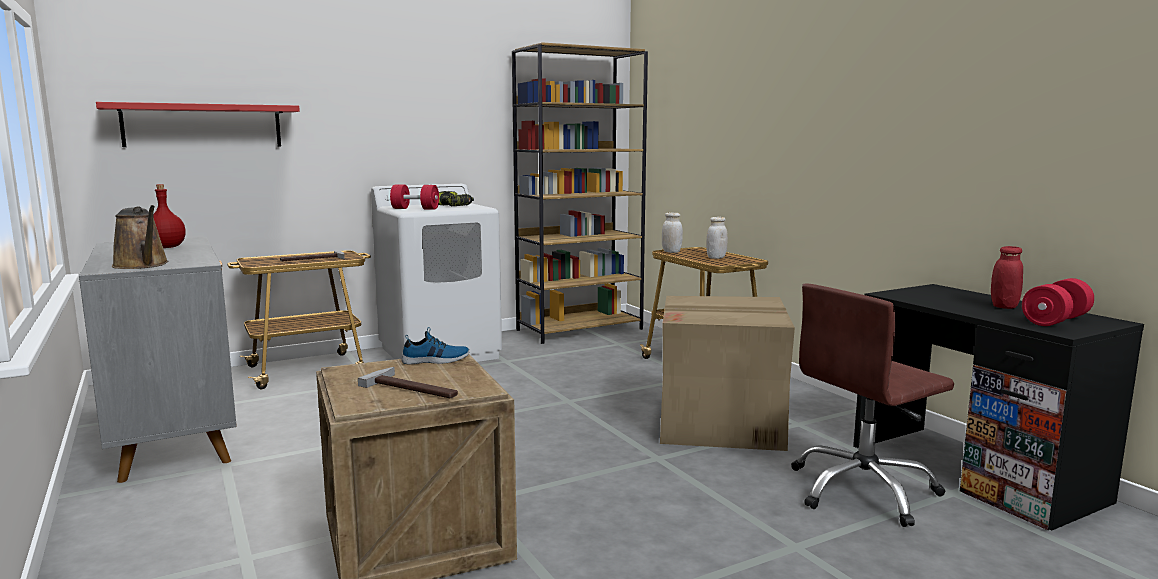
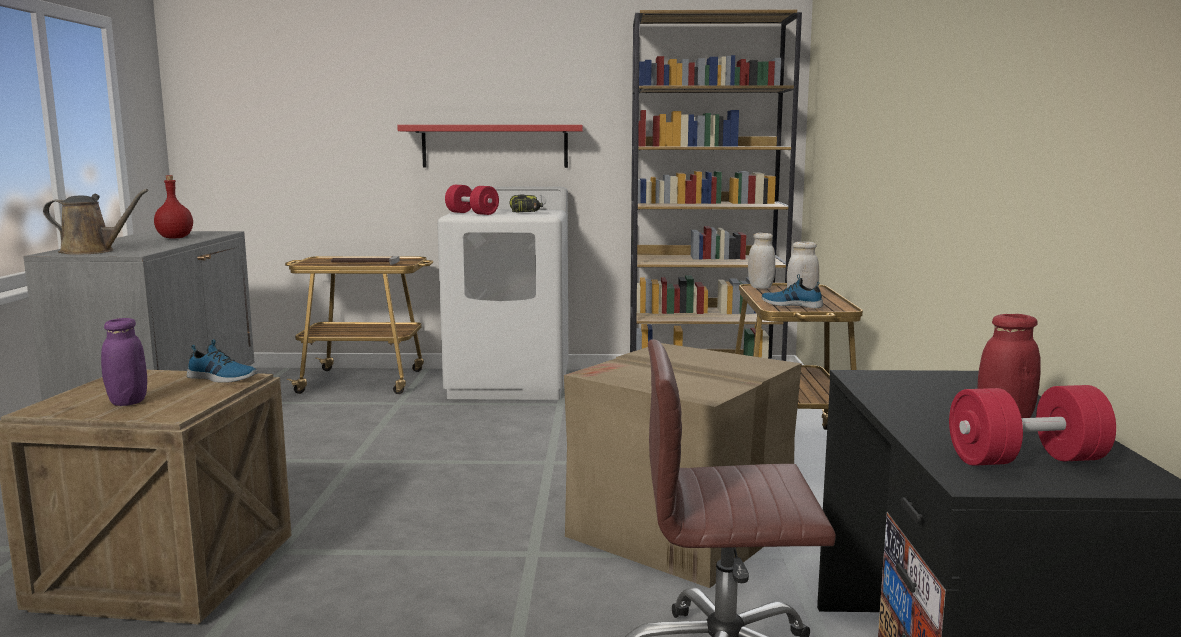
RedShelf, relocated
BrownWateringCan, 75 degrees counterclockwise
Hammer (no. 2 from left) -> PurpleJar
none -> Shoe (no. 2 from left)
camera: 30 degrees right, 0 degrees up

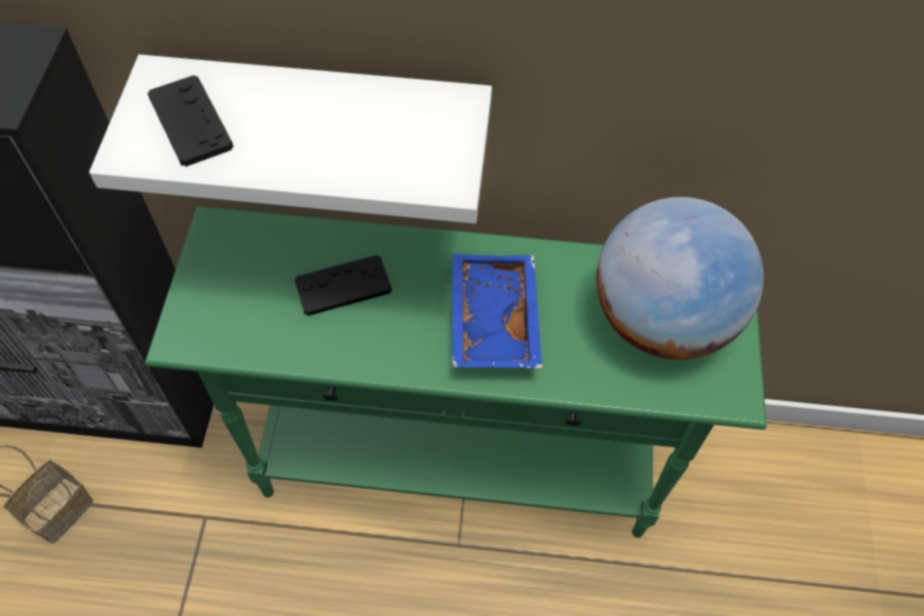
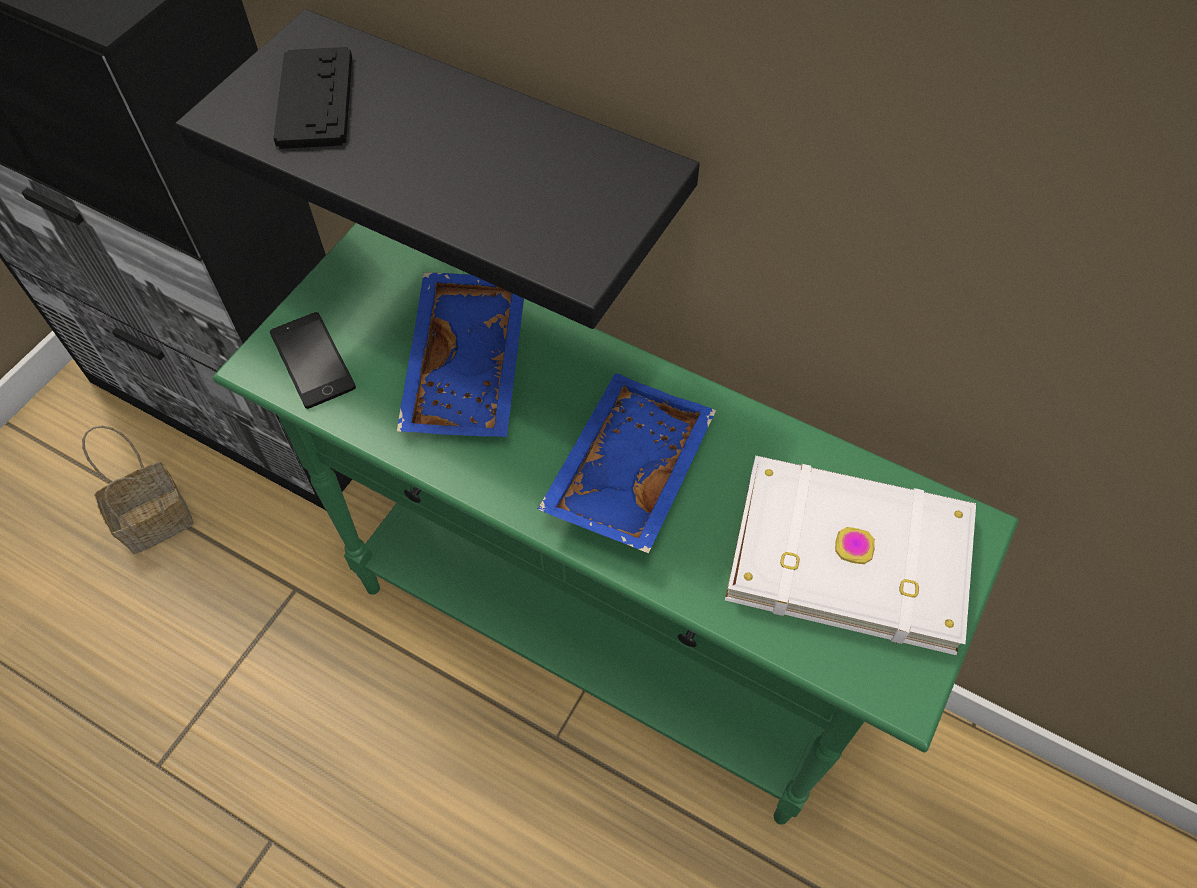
WhiteShelf -> BlackShelf
BlackGameController (no. 2 from left) -> BlueTray (no. 1 from left)
Globe -> WhiteBook
none -> Phone
camera: 25 degrees right, 0 degrees up

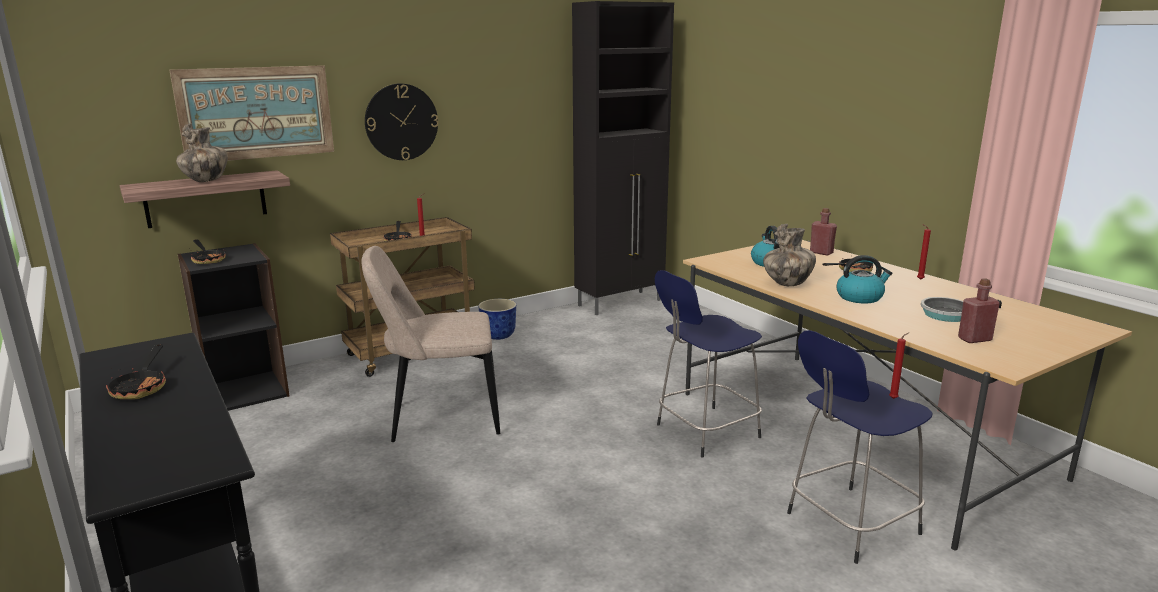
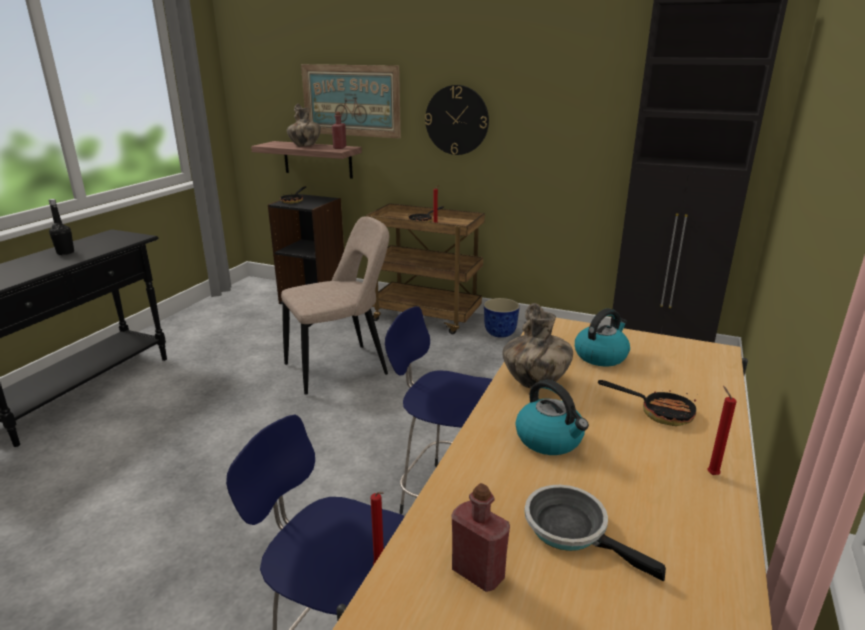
FryingPan (no. 1 from left) -> BlackBottle
BeigeChair, 105 degrees clockwise
RedBottle (no. 1 from left), relocated
camera: 55 degrees right, 5 degrees up

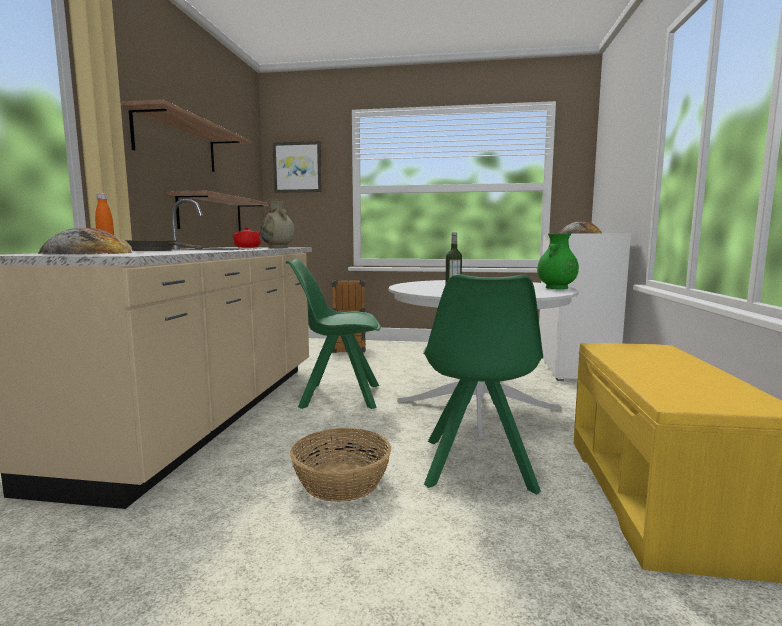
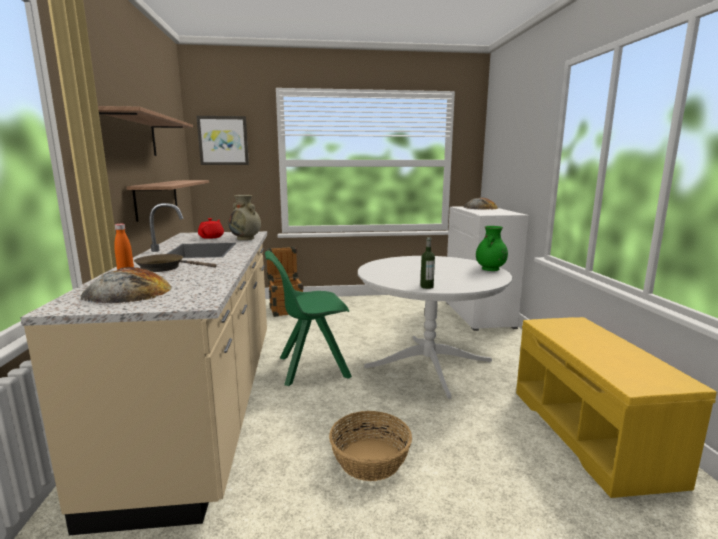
GreenChair (no. 2 from left) -> none
camera: 15 degrees left, 5 degrees up

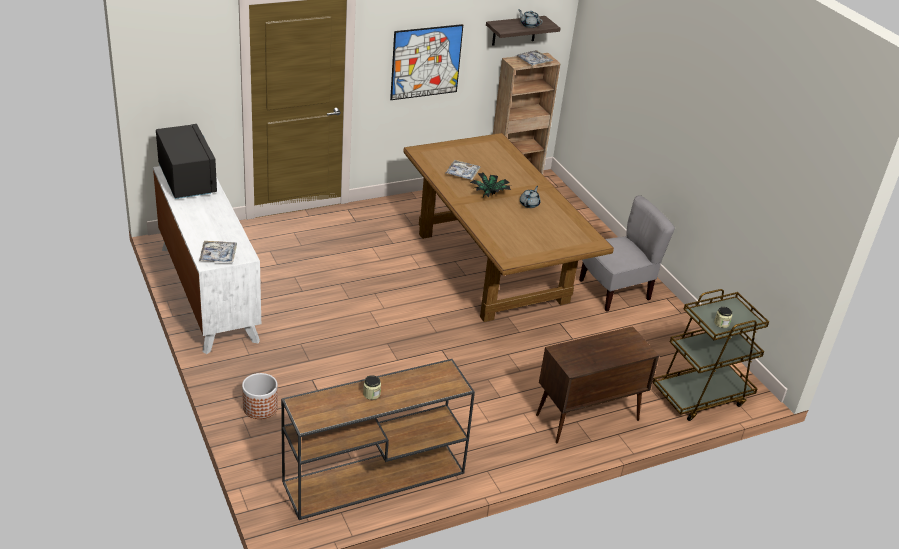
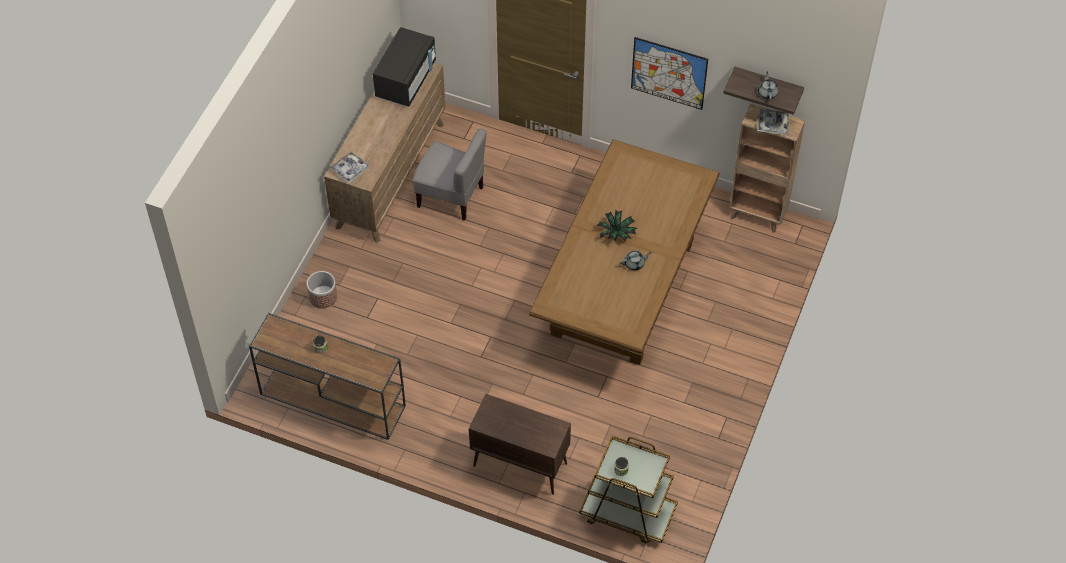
WhiteDresser -> BrownDresser
Tray (no. 2 from left) -> none
GreyChair, relocated
camera: 50 degrees right, 20 degrees up

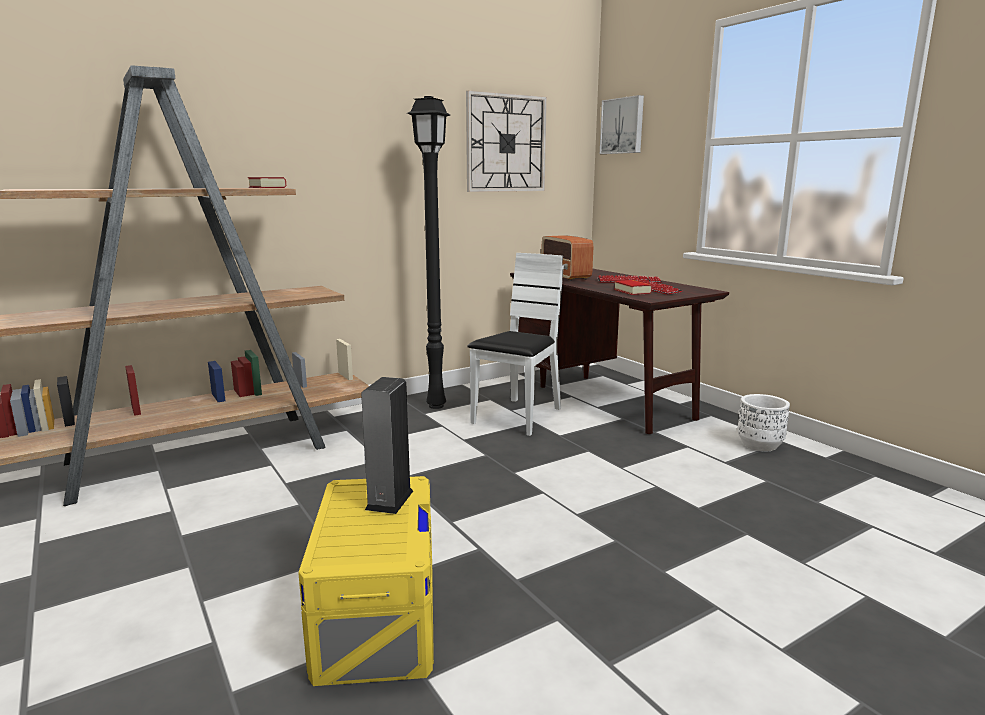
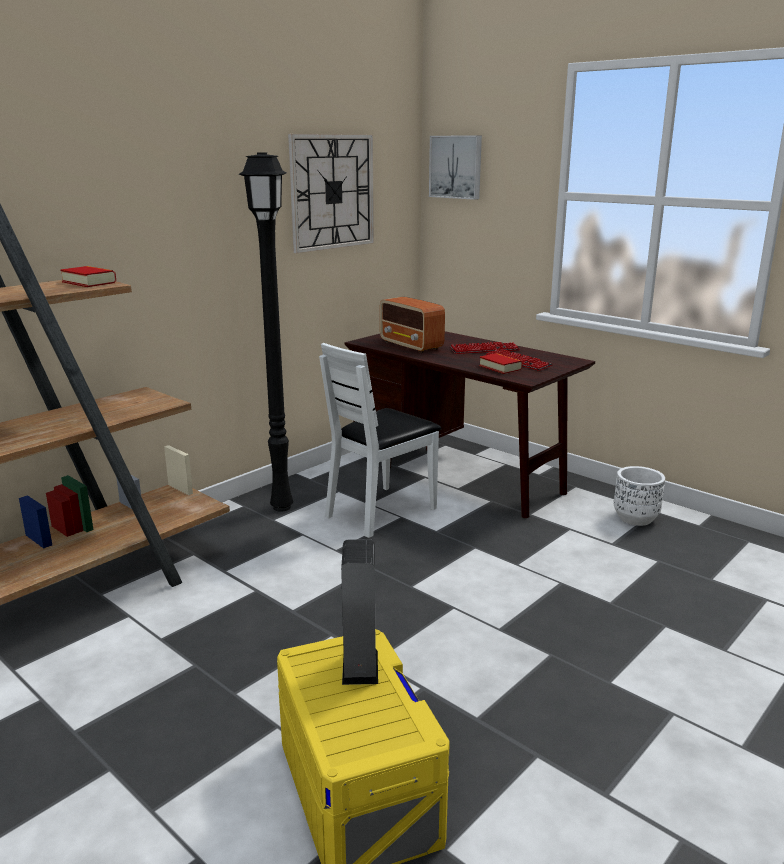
WhiteChair, 150 degrees counterclockwise
camera: 15 degrees left, 5 degrees up

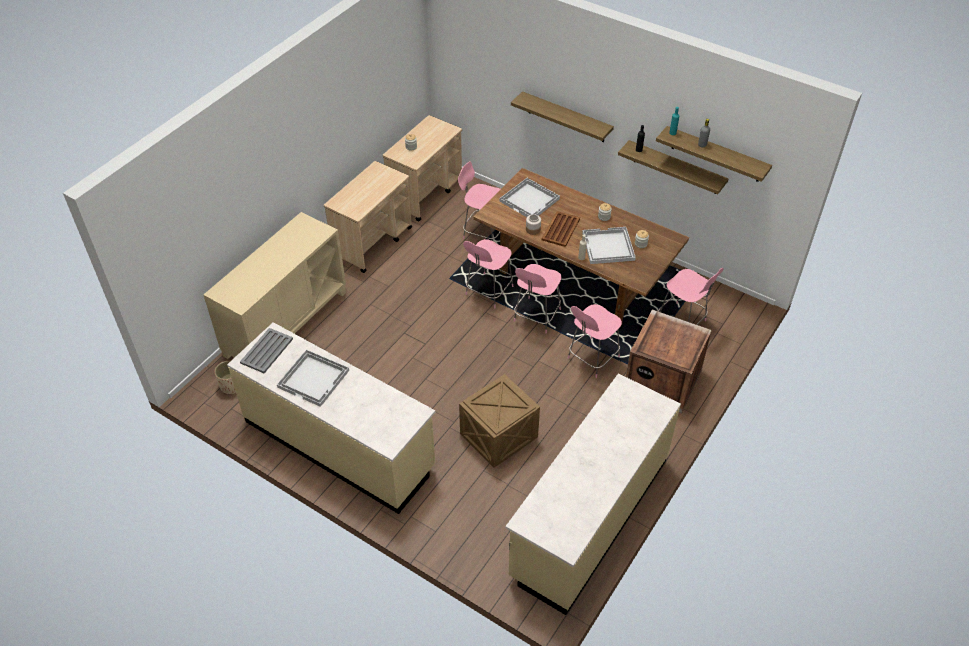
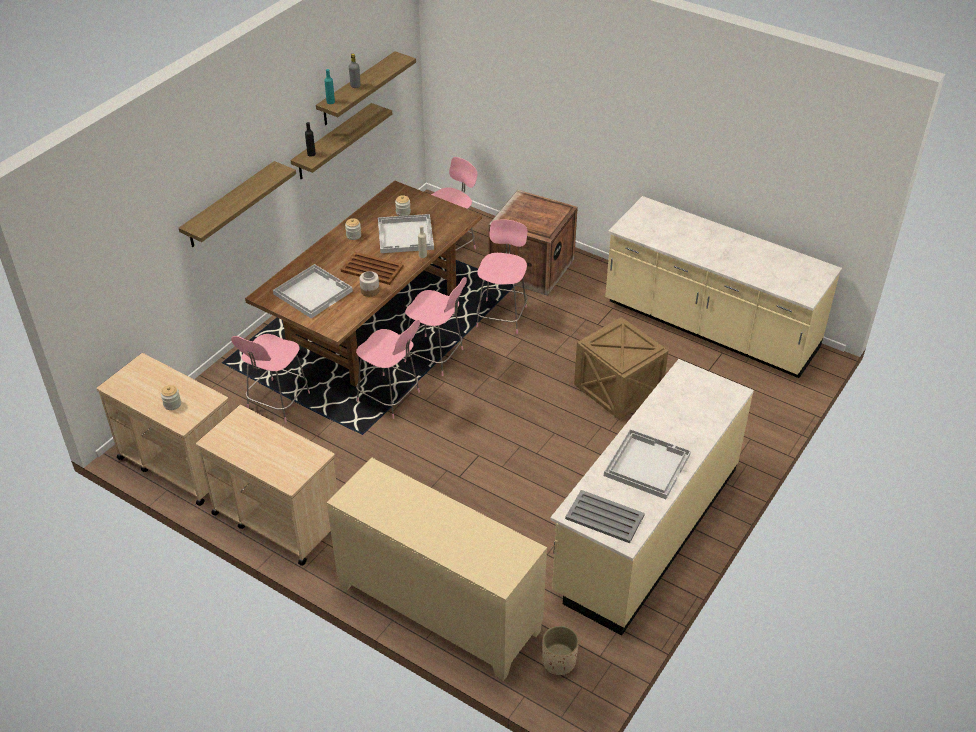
PinkChair (no. 4 from left in the first image) -> PinkChair (no. 5 from left), 120 degrees counterclockwise
camera: 90 degrees left, 5 degrees down

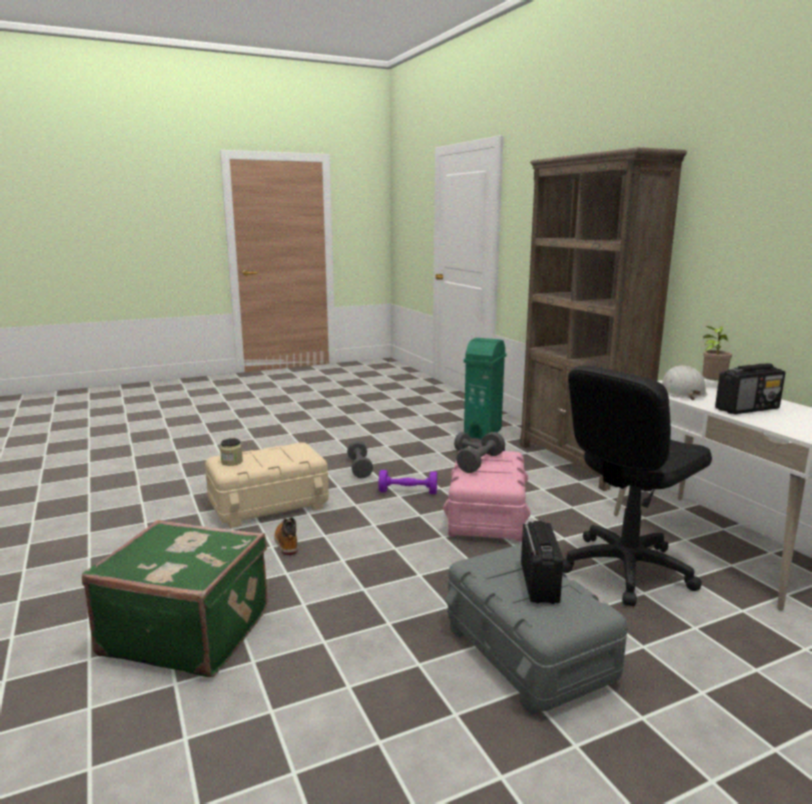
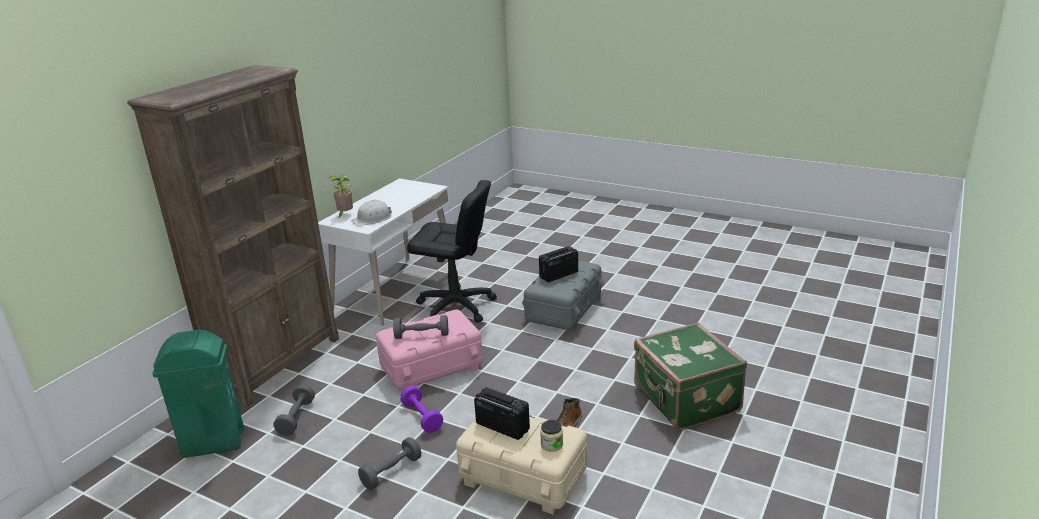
Radio (no. 2 from left in the first image) -> Radio (no. 1 from left), relocated
camera: 125 degrees left, 10 degrees up

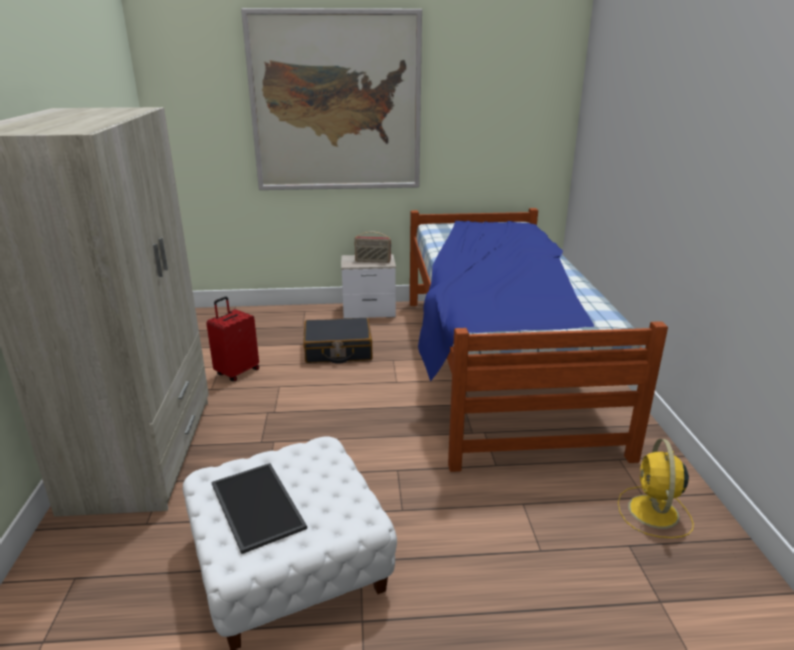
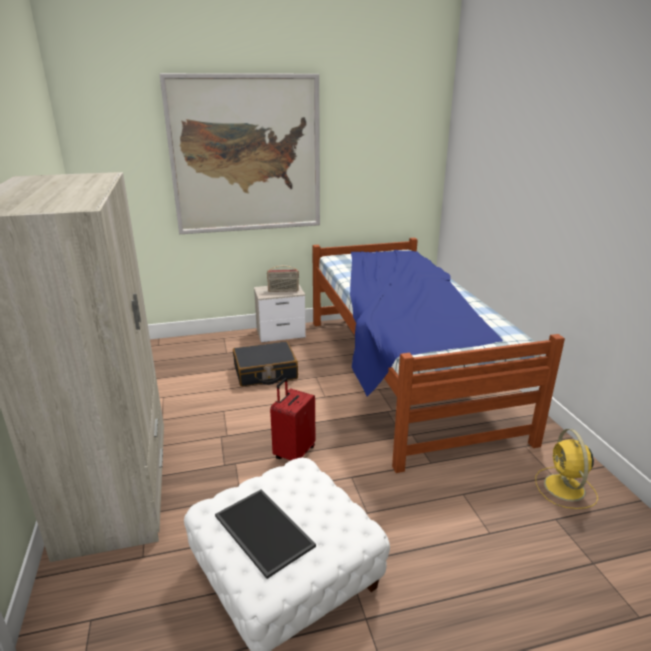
RedSuitcase, relocated
camera: 10 degrees left, 0 degrees up

